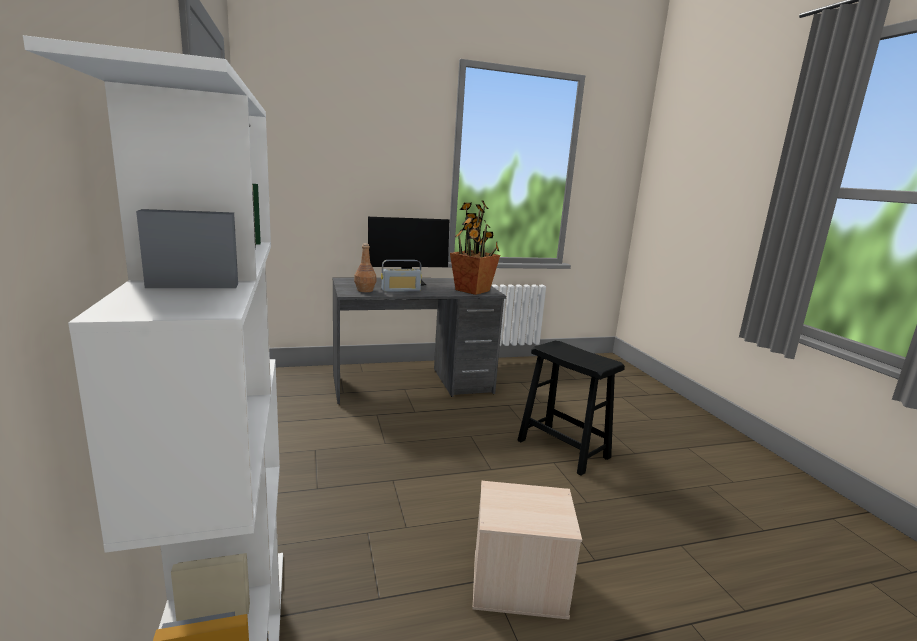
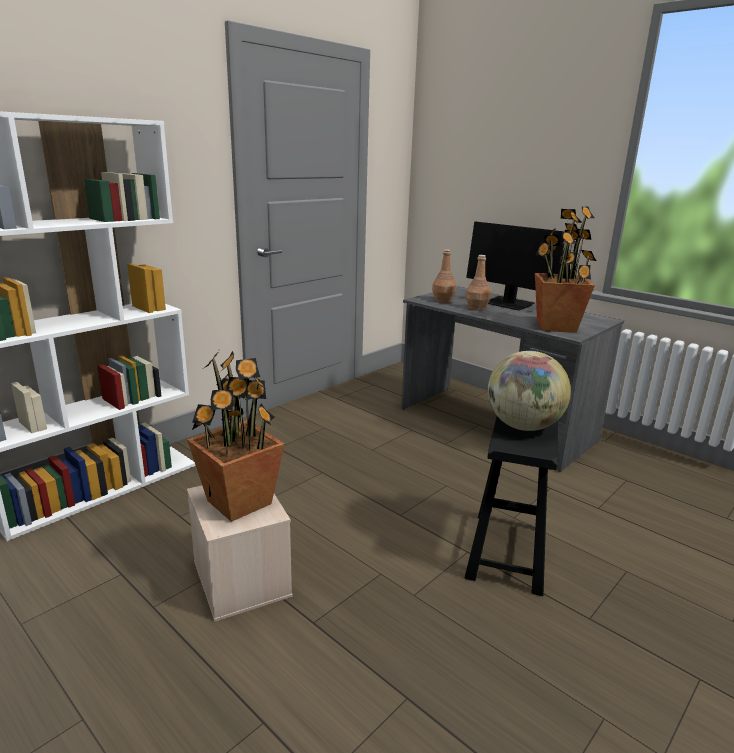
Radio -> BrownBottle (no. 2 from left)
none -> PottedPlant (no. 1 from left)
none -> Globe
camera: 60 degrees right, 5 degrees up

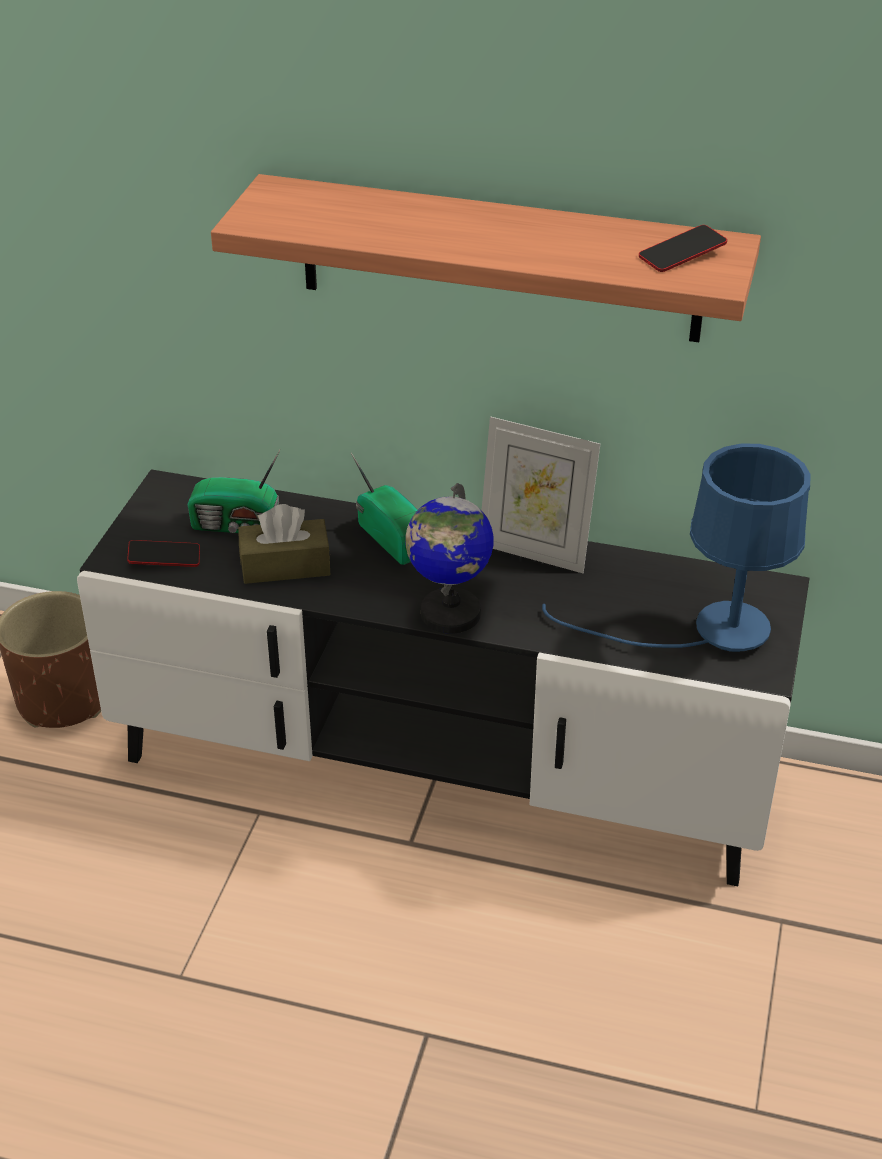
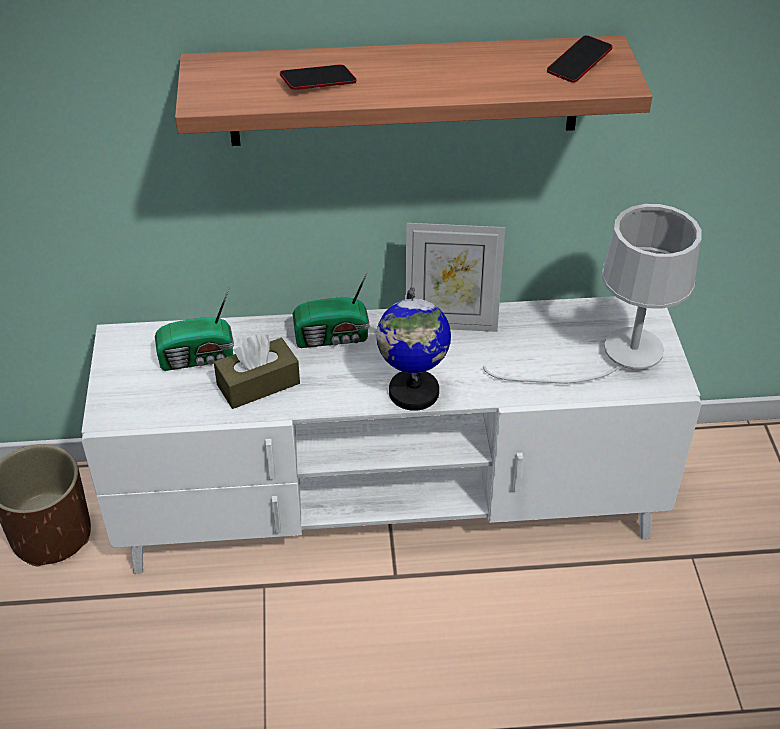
BlackTvStand -> WhiteTvStand
Phone (no. 1 from left), relocated
Radio (no. 2 from left), 135 degrees clockwise
BlueTableLamp -> WhiteTableLamp
camera: 20 degrees left, 5 degrees up

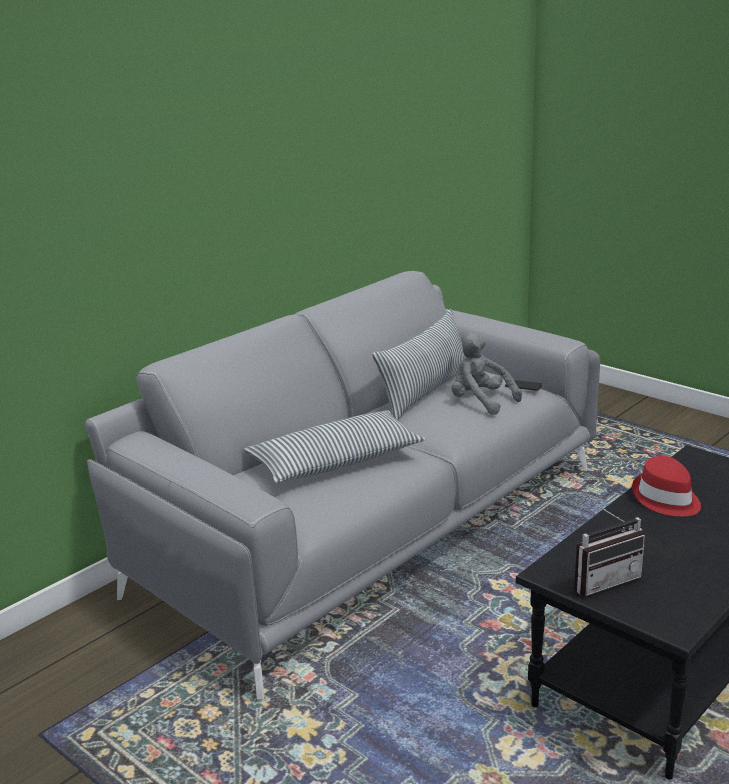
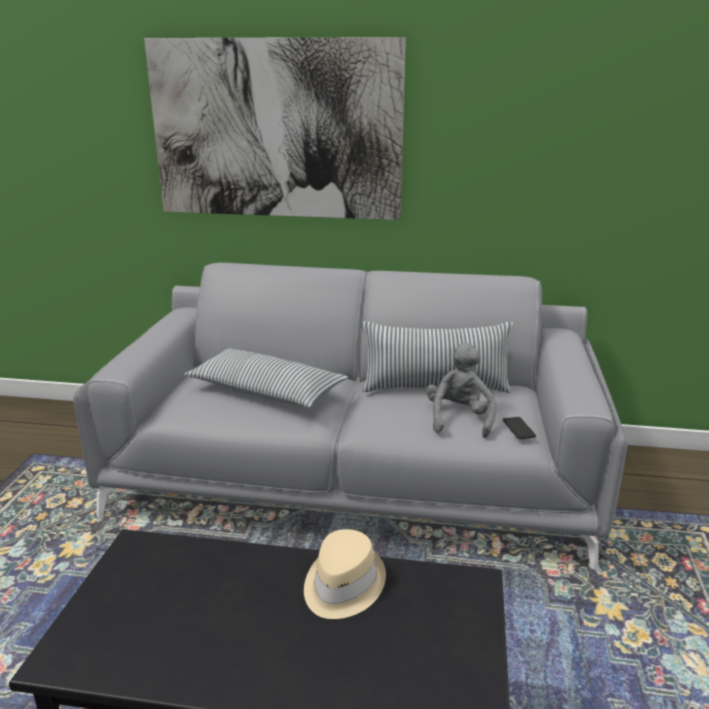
Radio -> none
RedHat -> BeigeHat
none -> Picture
camera: 55 degrees right, 0 degrees up

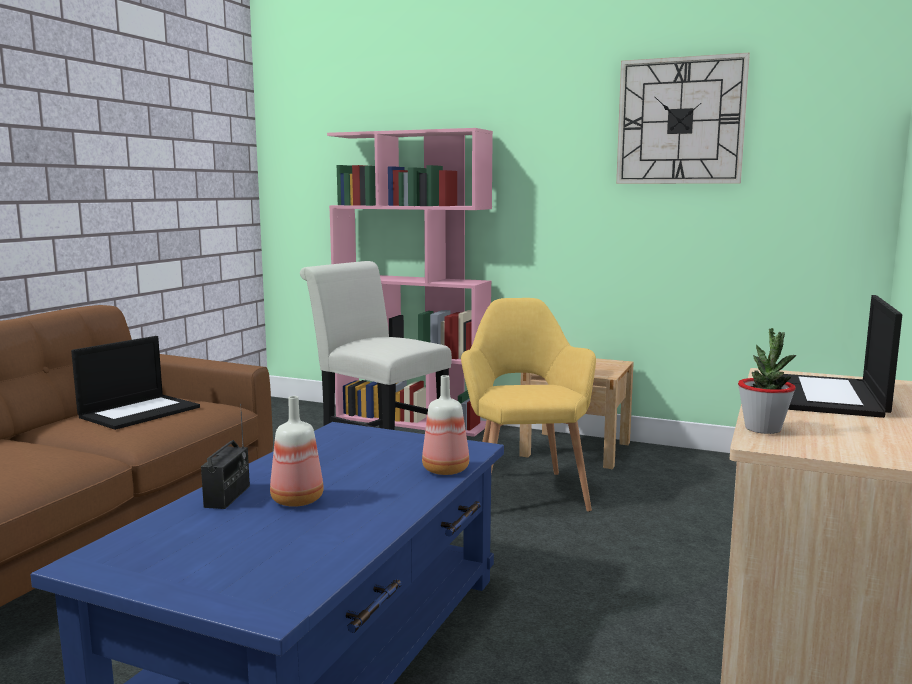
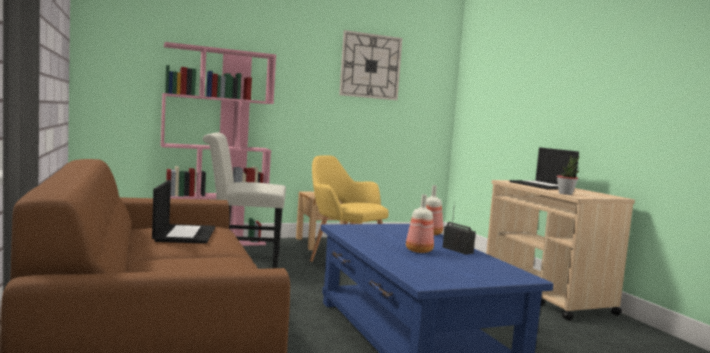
Radio, relocated
camera: 45 degrees left, 5 degrees down

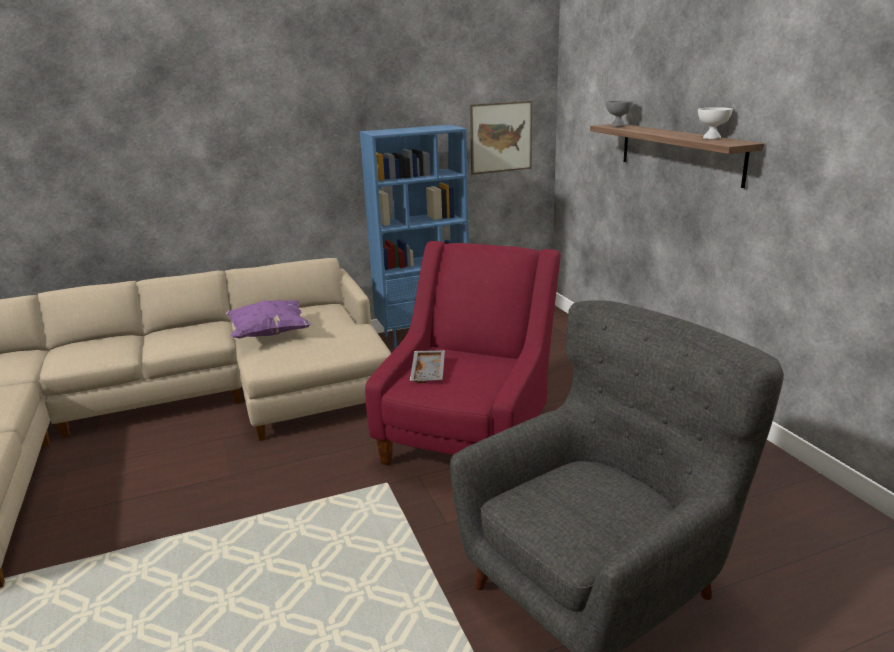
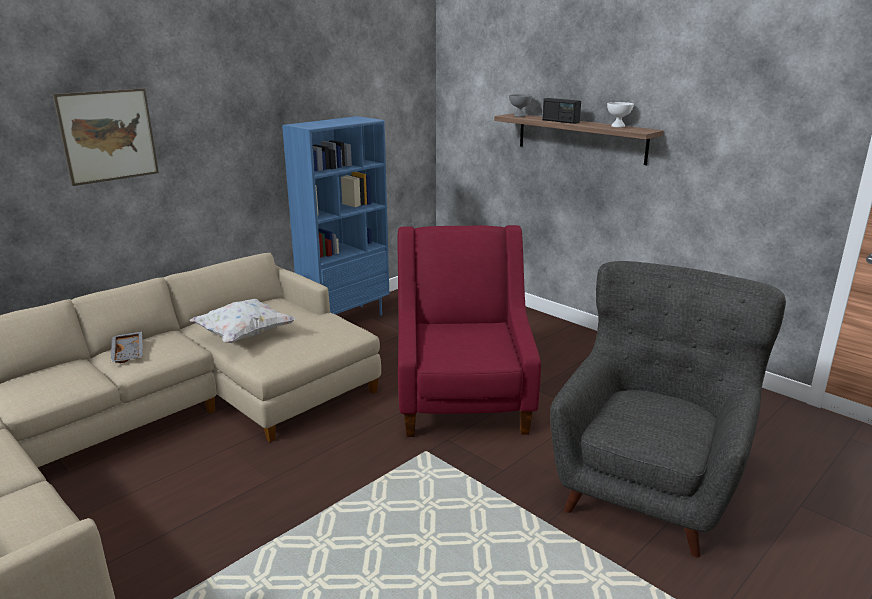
PurplePillow -> WhitePillow
GreyTray, relocated
Picture, relocated
none -> Radio
camera: 25 degrees left, 0 degrees up

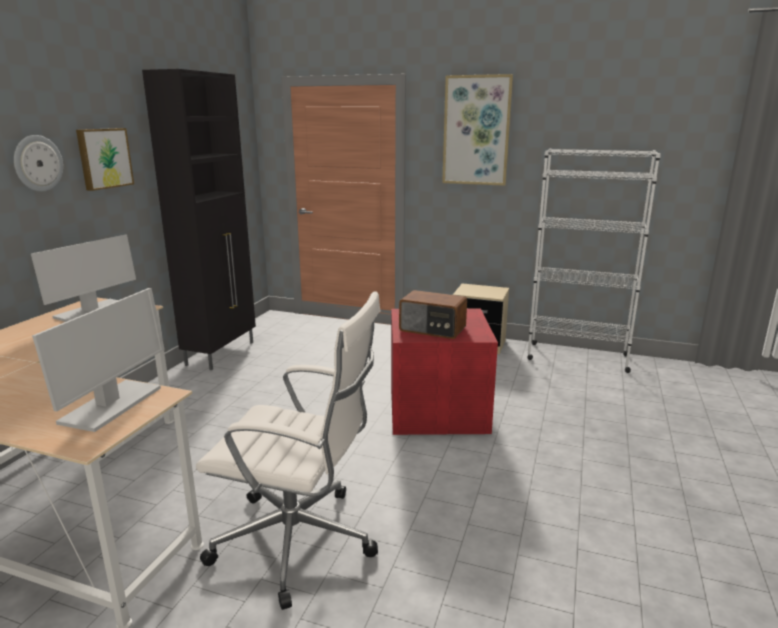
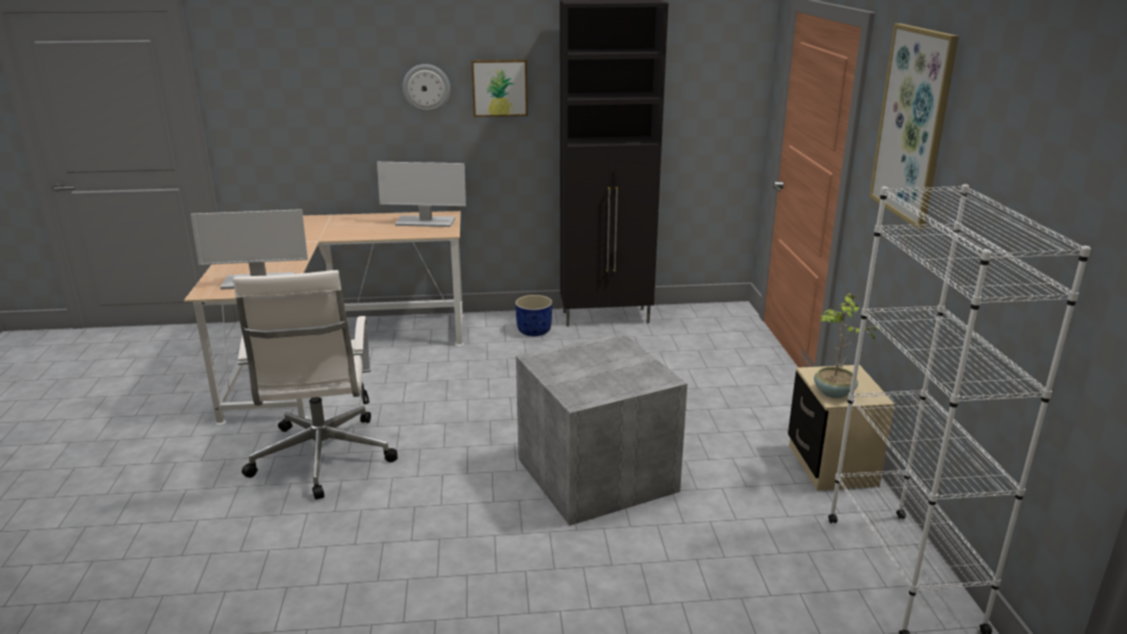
RedStorageBox -> GreyStorageBox
Radio -> none
none -> BluePlanter
none -> PottedPlant
camera: 65 degrees right, 5 degrees up

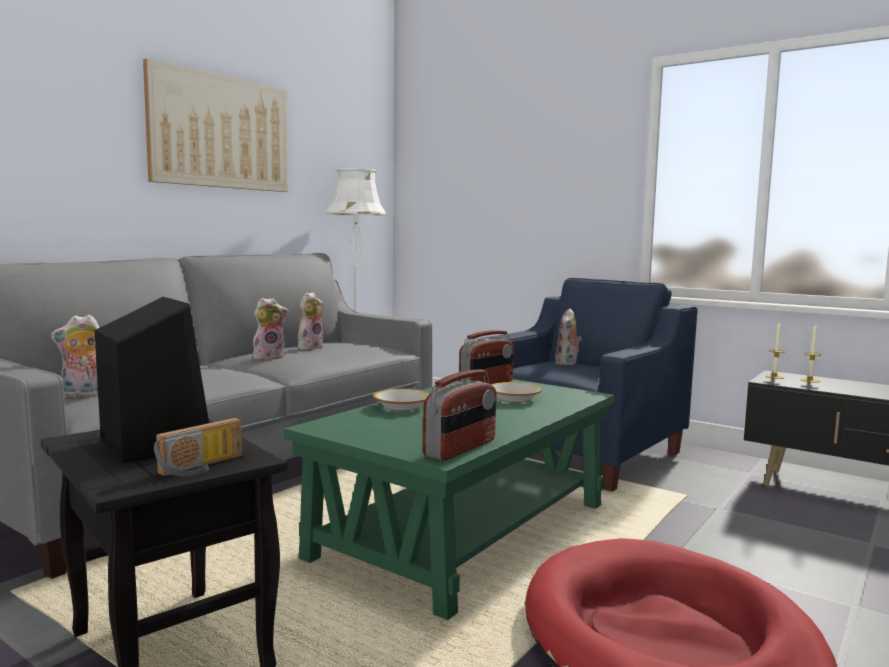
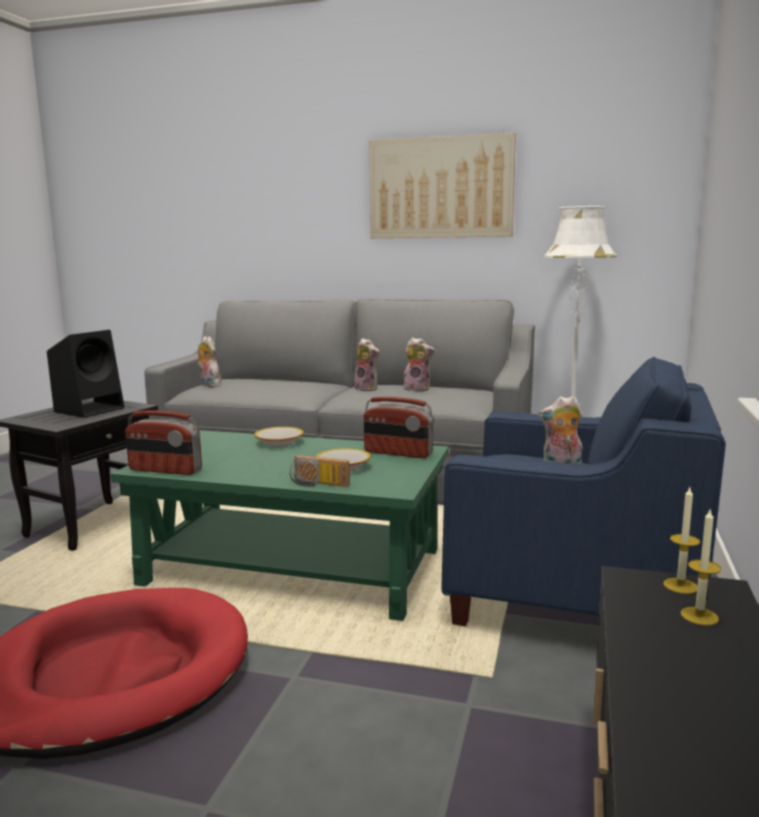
Radio (no. 1 from left in the first image) -> Radio (no. 2 from left), relocated
camera: 70 degrees right, 5 degrees up

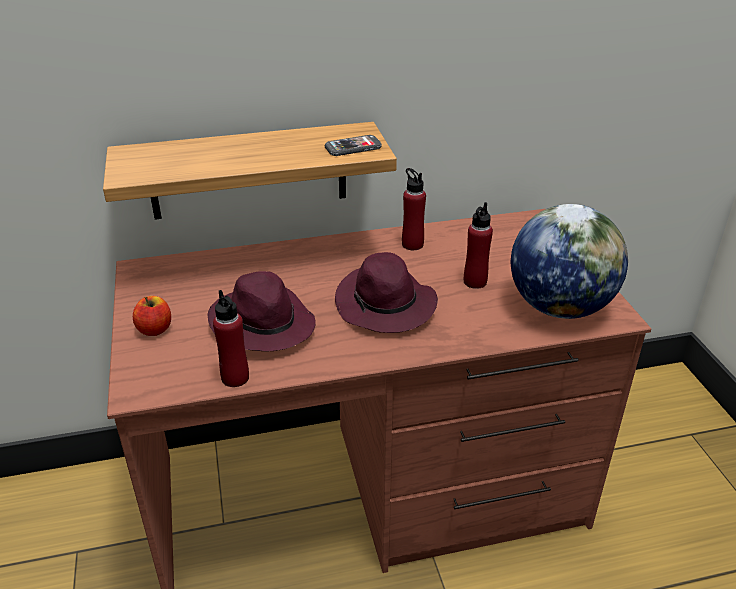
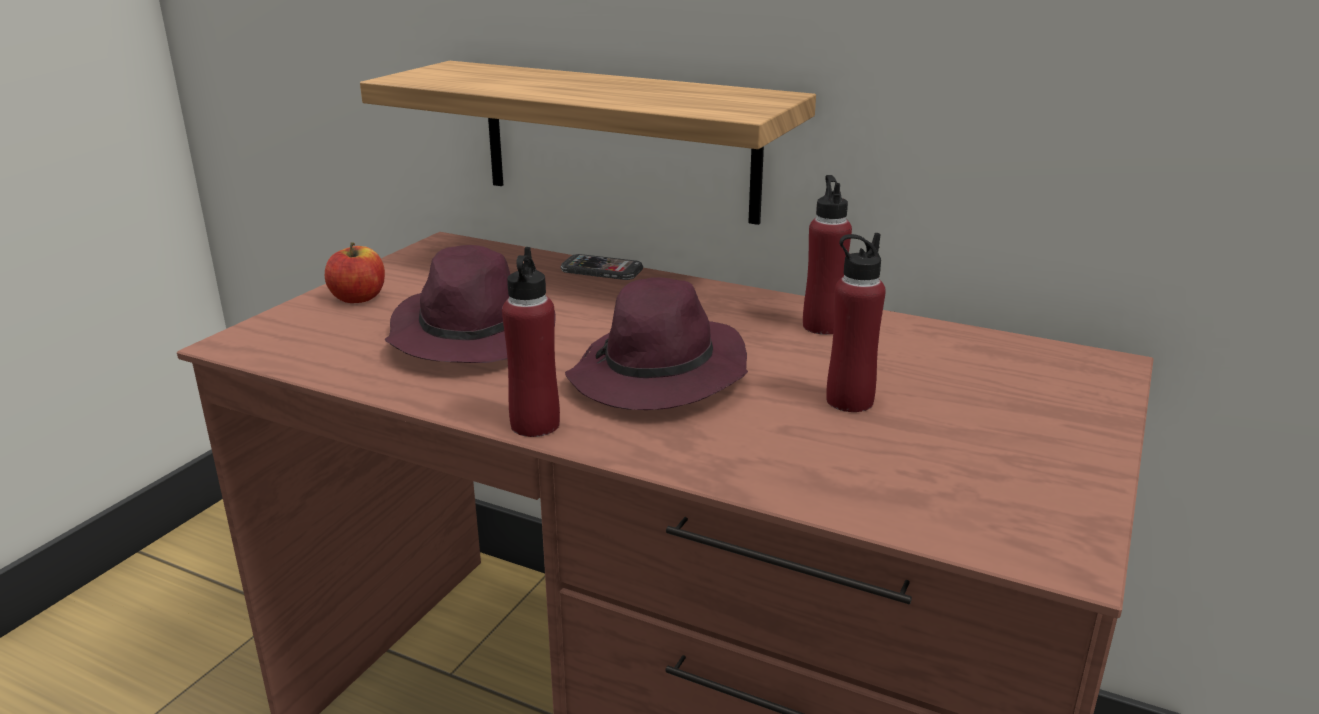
RedBottle (no. 1 from left), relocated
Phone, relocated
Globe -> none
camera: 40 degrees right, 10 degrees down

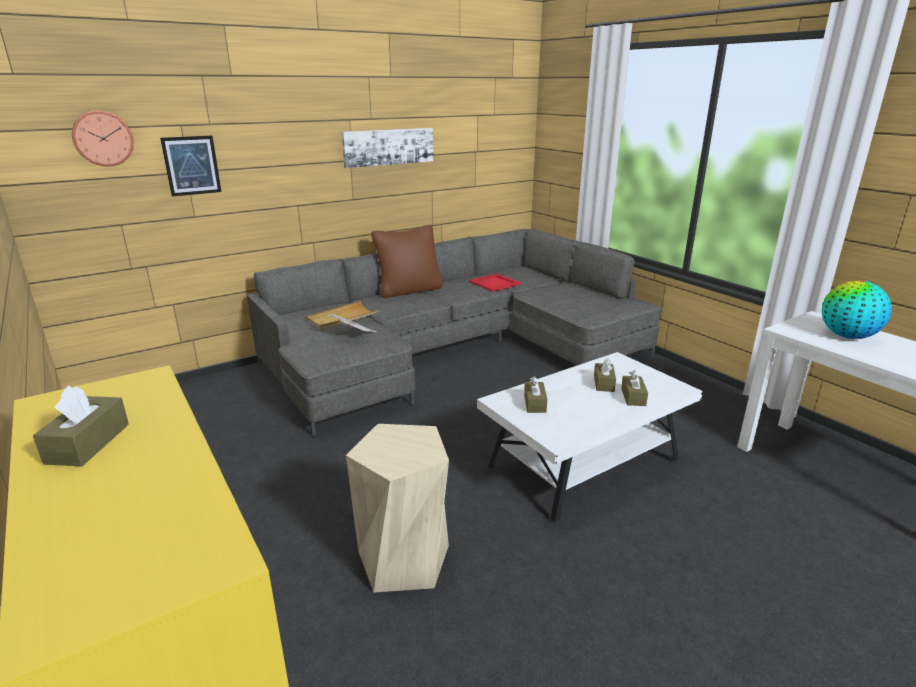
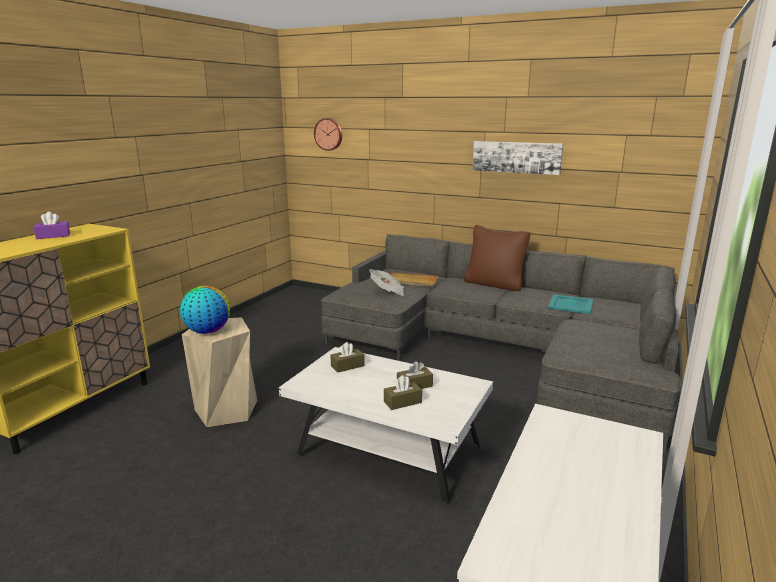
BrownTissueBox (no. 1 from left) -> PurpleTissueBox
Picture (no. 1 from left) -> none
RedTray -> TurquoiseTray
Globe, relocated
camera: 60 degrees right, 5 degrees down

